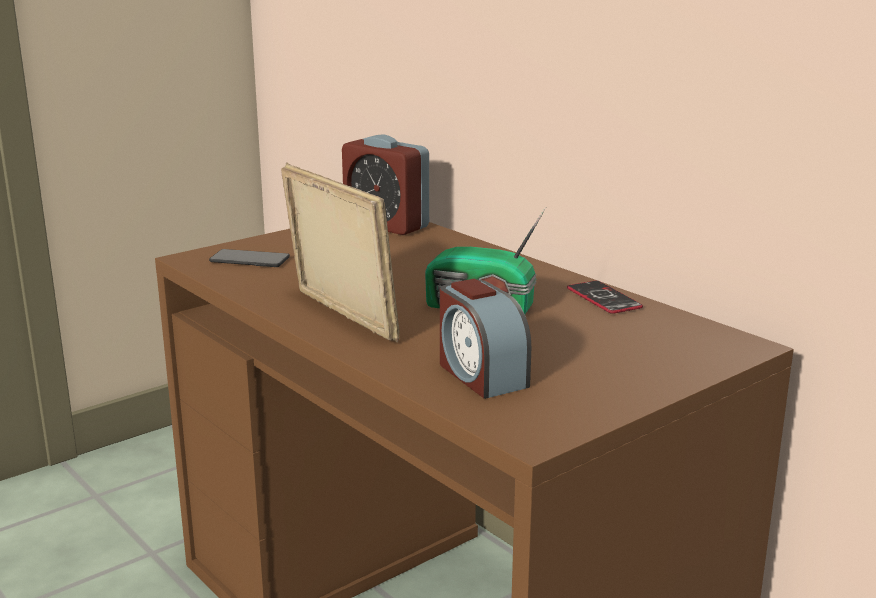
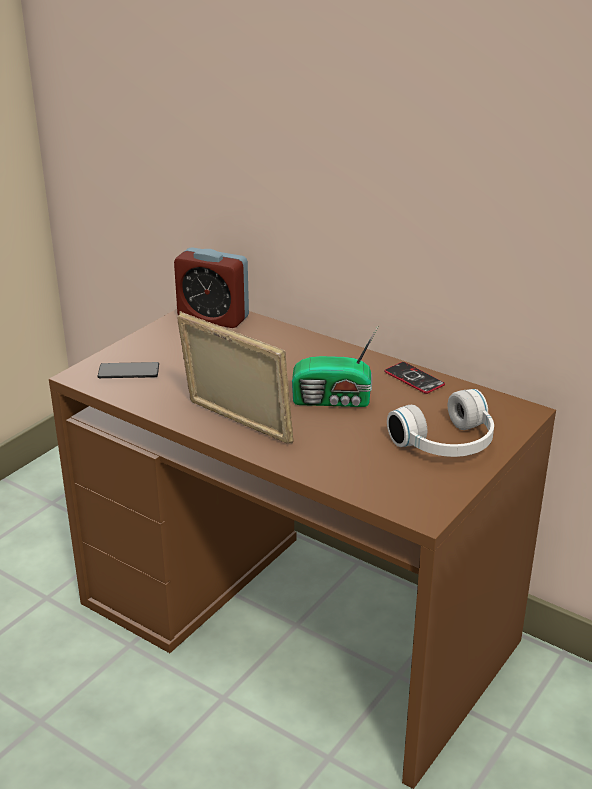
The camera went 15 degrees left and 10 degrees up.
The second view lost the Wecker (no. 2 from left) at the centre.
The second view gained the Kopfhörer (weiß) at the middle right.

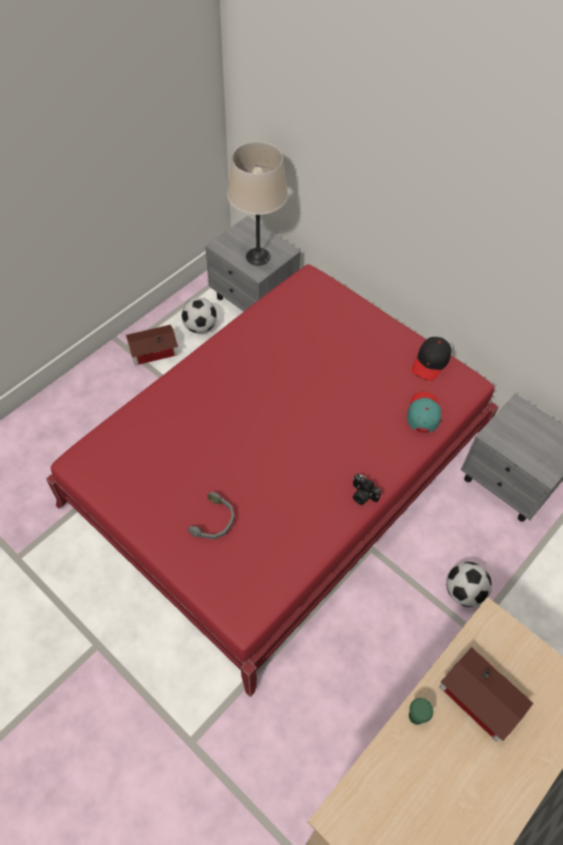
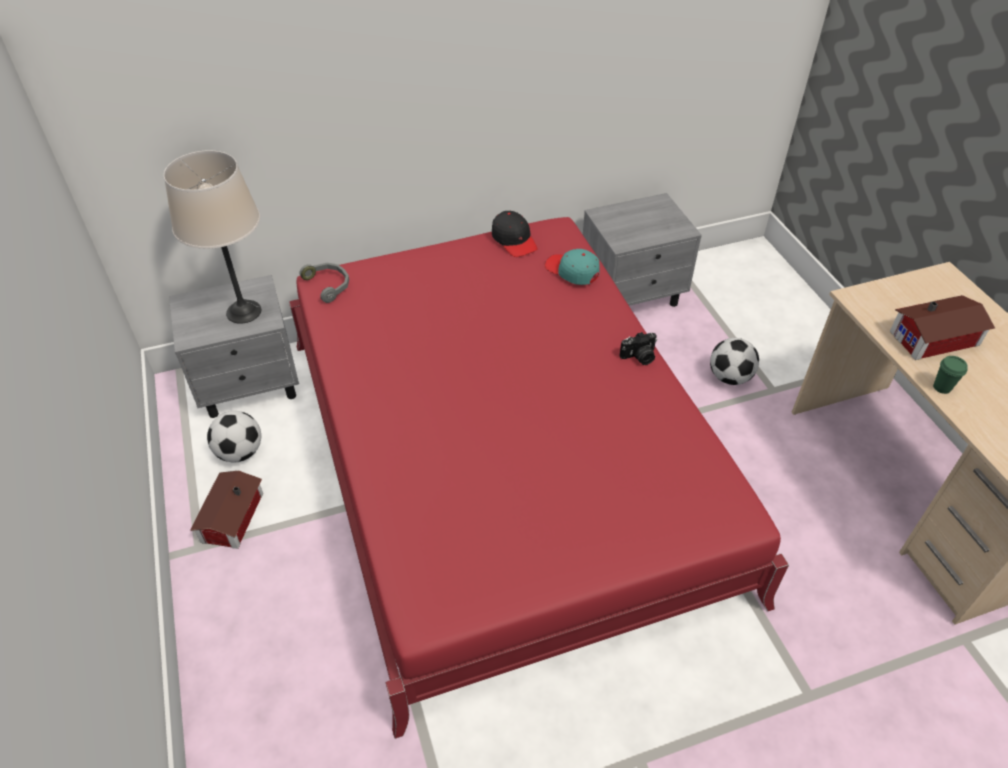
The camera went 60 degrees left and 10 degrees down.
The Kopfhörer (grau) ended up elsewhere, having gone from the centre to the middle left.

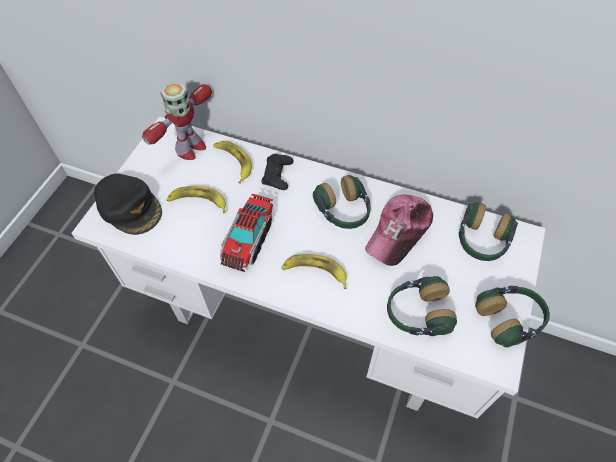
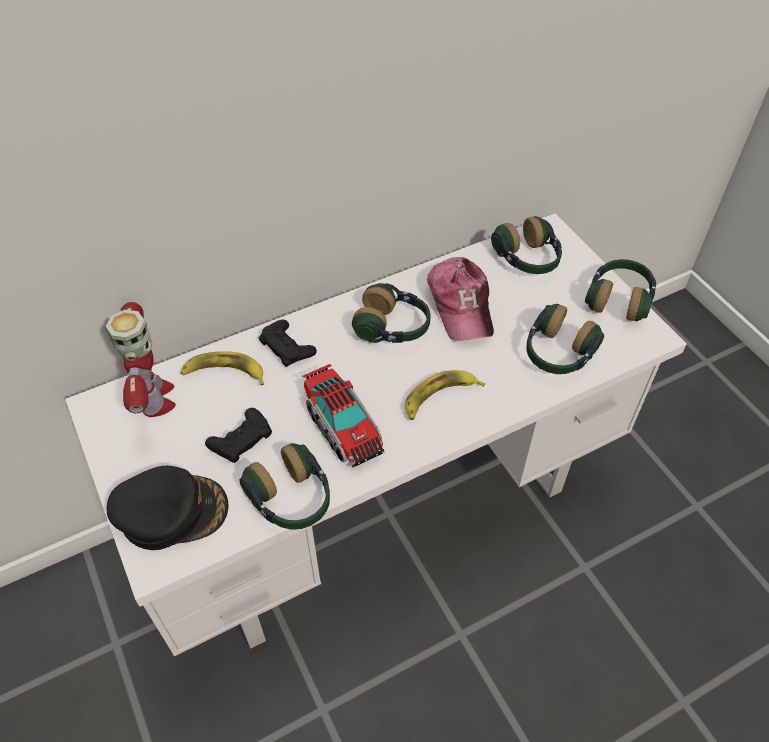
The camera went 50 degrees left and 5 degrees down.
Where the Banane (no. 1 from left) stood at the middle left, the Gamepad (schwarz) (no. 1 from left) came to stand at the middle left.
The second view gained the Kopfhörer (no. 1 from left) at the centre.

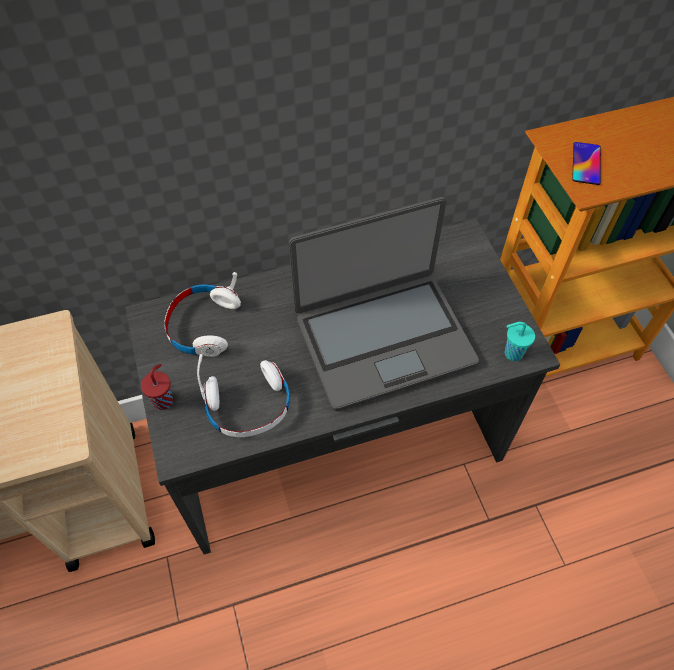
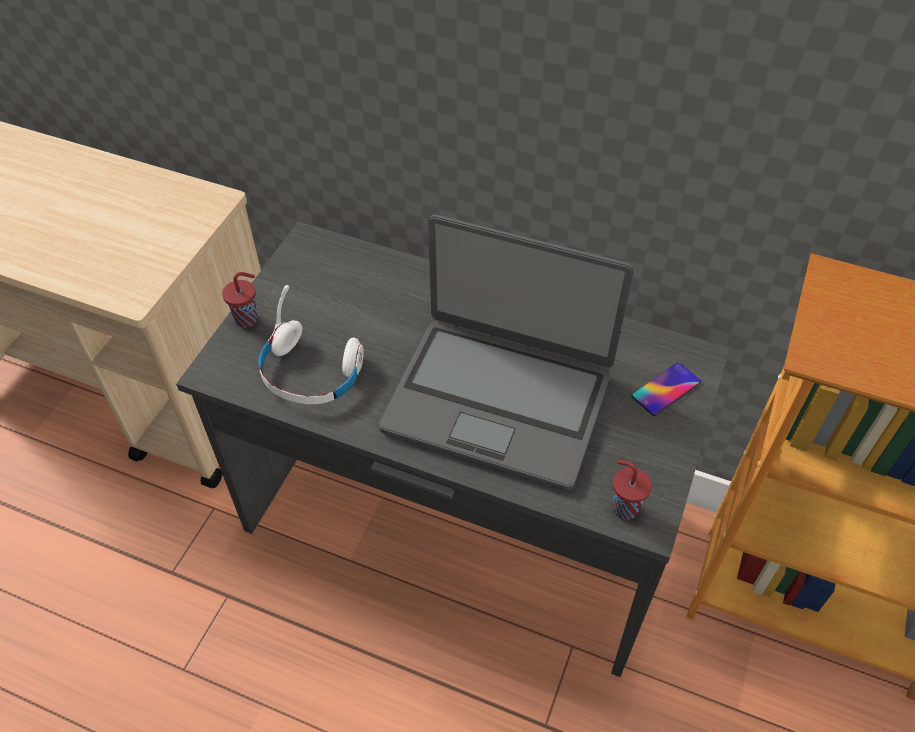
The camera went 40 degrees right and 5 degrees down.
The Handy ended up elsewhere, having gone from the top right to the middle right.
The second view lost the Kopfhörer (weiß) (no. 1 from left) at the middle left.
What was the Tasse (türkis) at the middle right turned into the Tasse (rot) (no. 2 from left) at the bottom right.

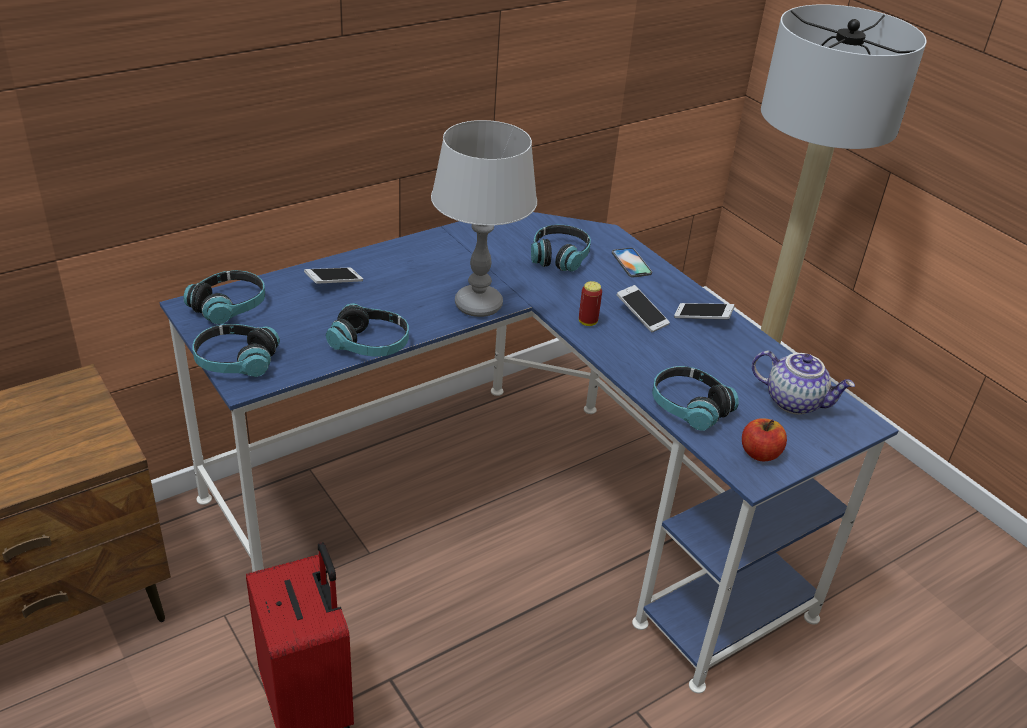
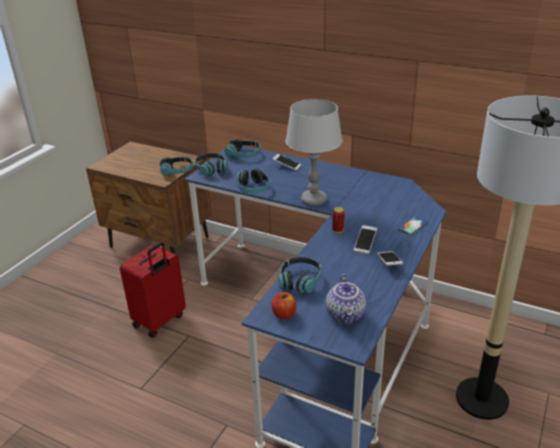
The camera went 65 degrees right and 5 degrees down.
The Kopfhörer (no. 4 from left in the first image) ended up elsewhere, having gone from the centre to the middle left.

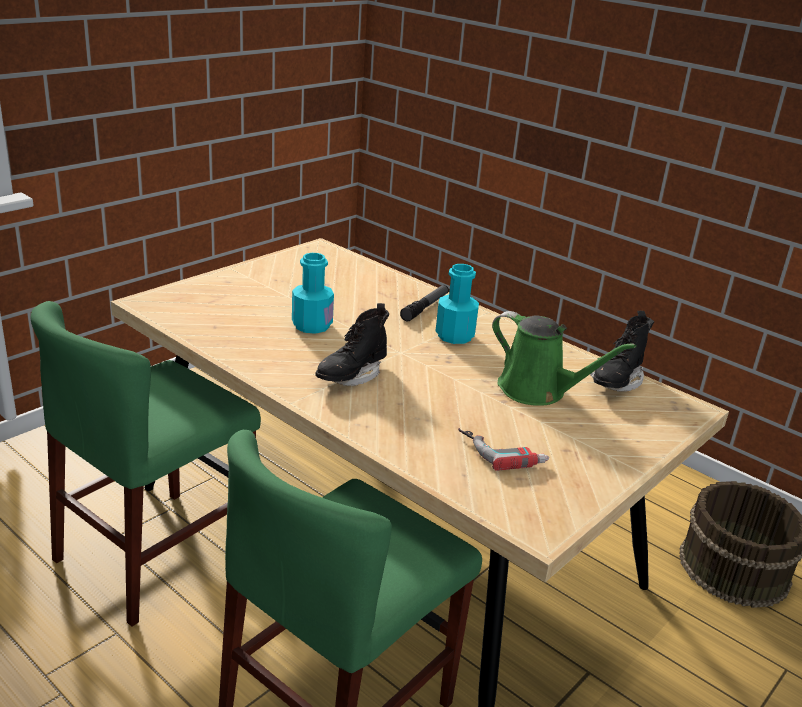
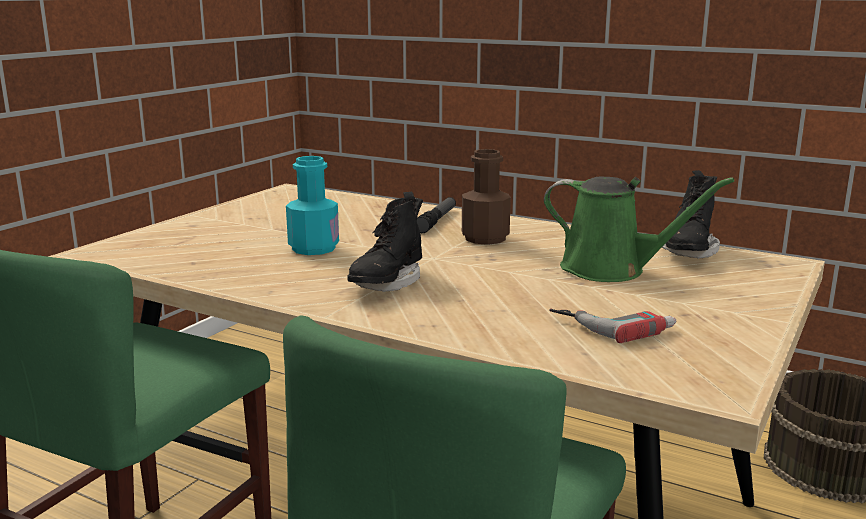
The camera went 10 degrees left and 10 degrees down.
What was the Flasche (türkis) (no. 2 from left) at the centre turned into the Flasche (braun) at the centre.

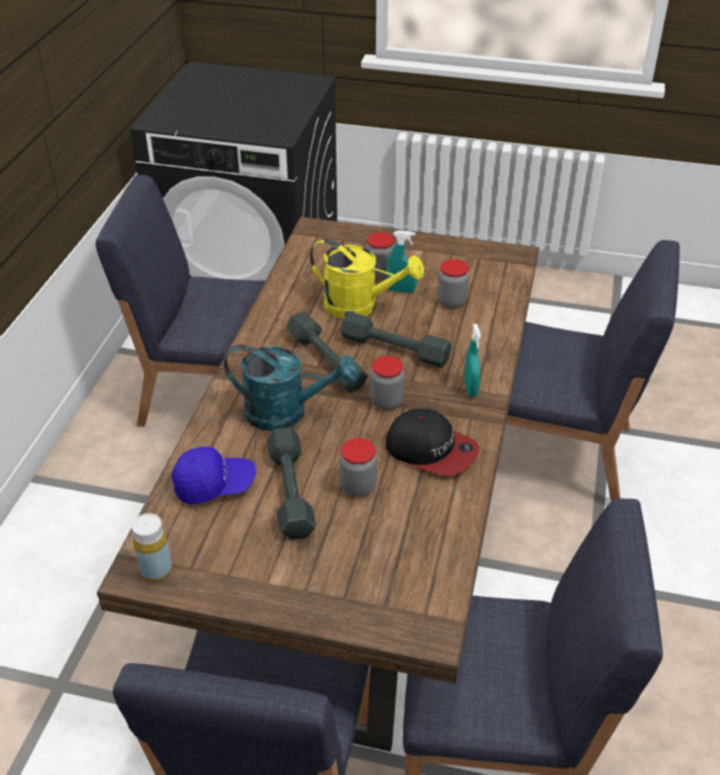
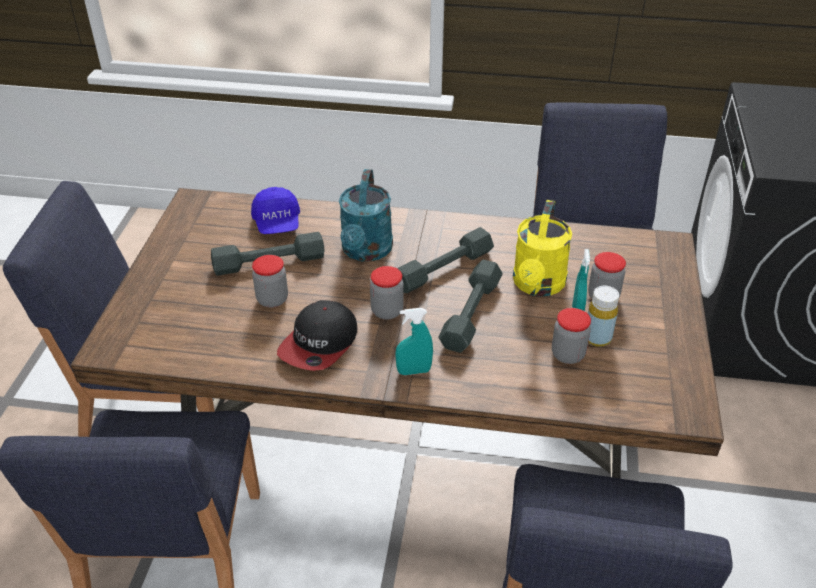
The camera went 85 degrees right and 0 degrees up.
The Flasche (gelb) ended up elsewhere, having gone from the bottom left to the middle right.

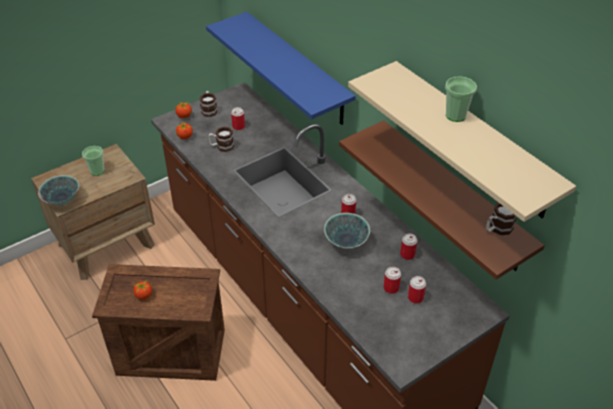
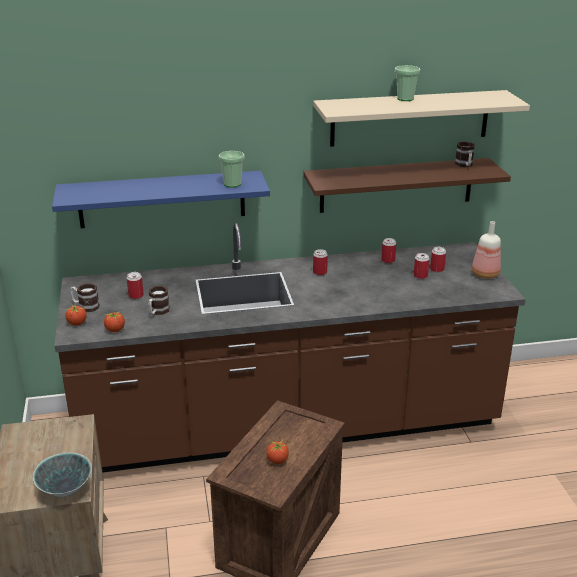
The camera went 65 degrees left and 15 degrees down.
The Tasse (no. 1 from left) ended up elsewhere, having gone from the middle left to the top centre.
The second view lost the Schüssel (no. 2 from left) at the centre.
The second view gained the Flasche at the middle right.

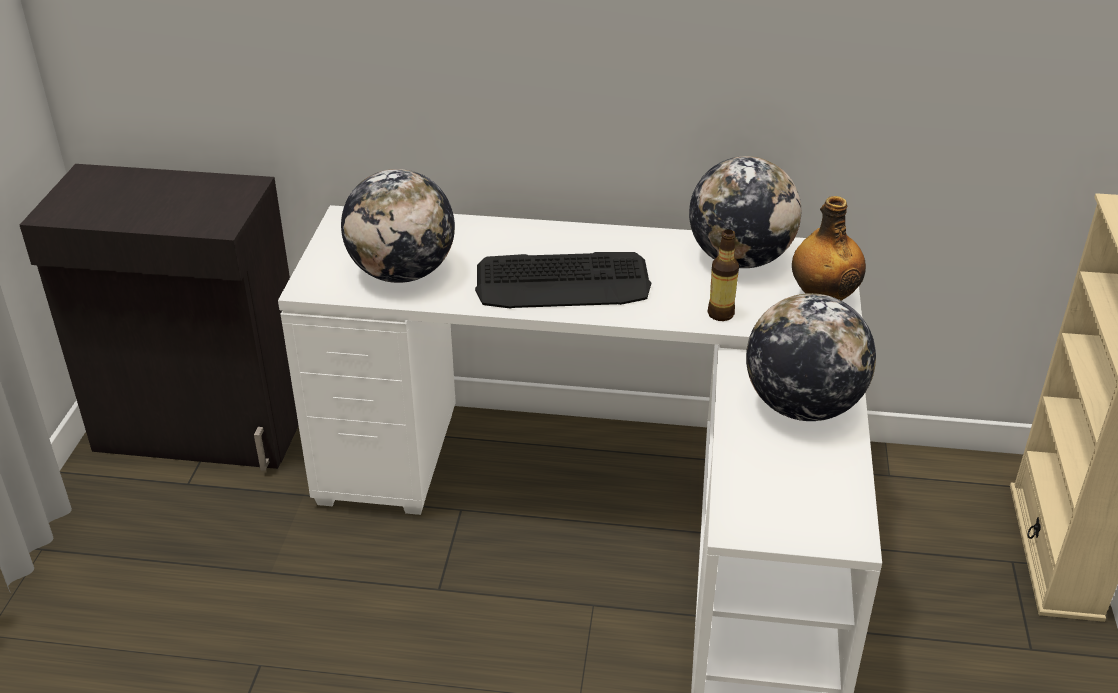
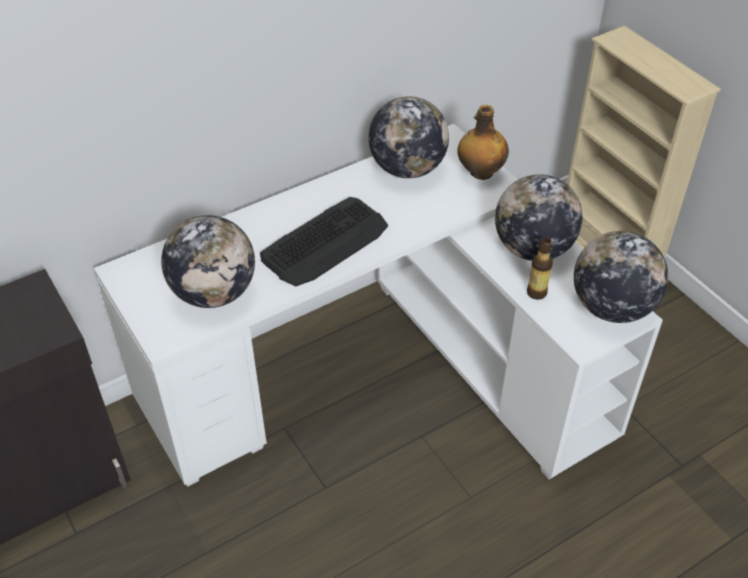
The camera went 40 degrees left and 10 degrees up.
The Flasche (no. 1 from left in the first image) ended up elsewhere, having gone from the centre to the middle right.
The second view gained the Globus (no. 4 from left) at the middle right.

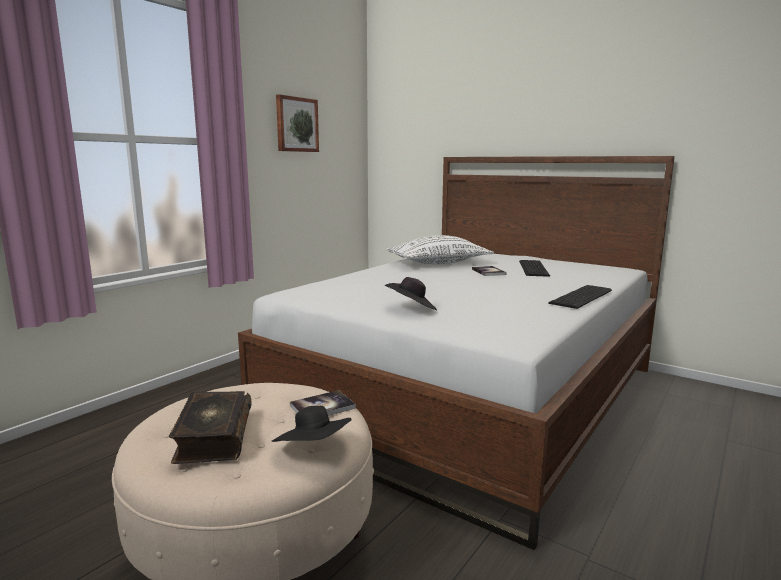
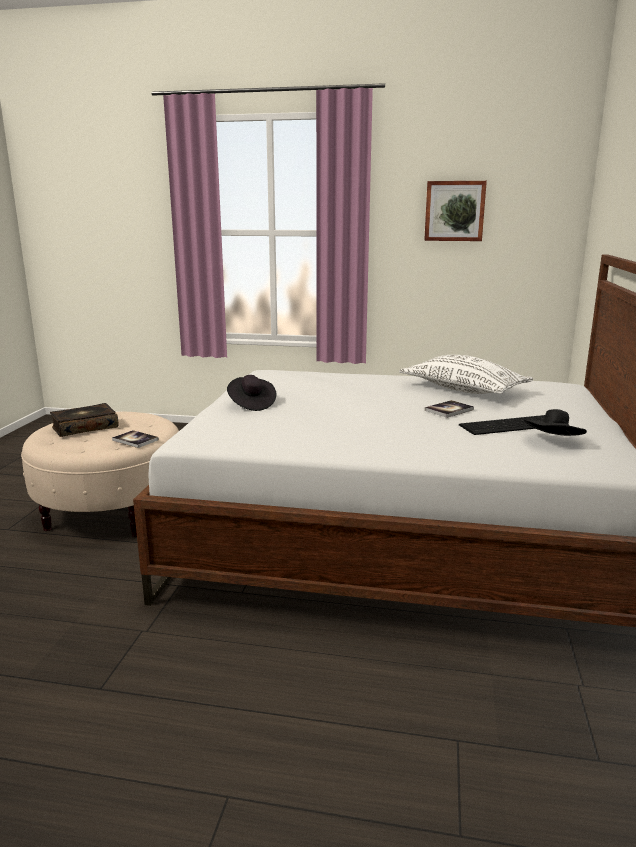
The camera went 65 degrees right and 5 degrees up.
The second view lost the Tastatur (no. 2 from left) at the middle right.
The Hut (schwarz) (no. 1 from left in the first image) ended up elsewhere, having gone from the bottom centre to the middle right.

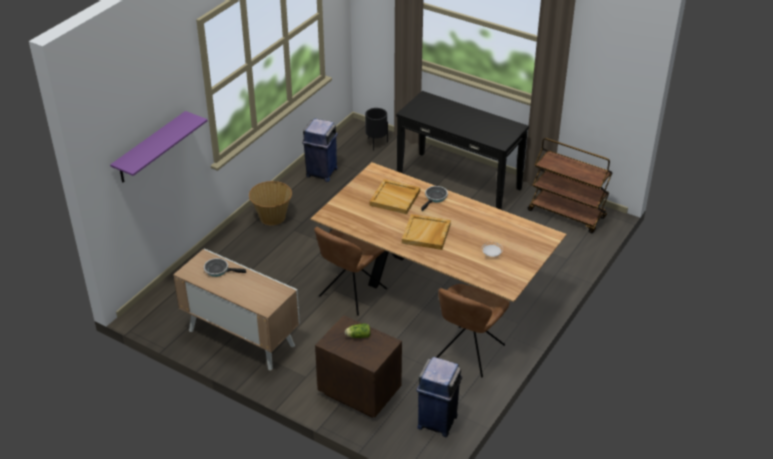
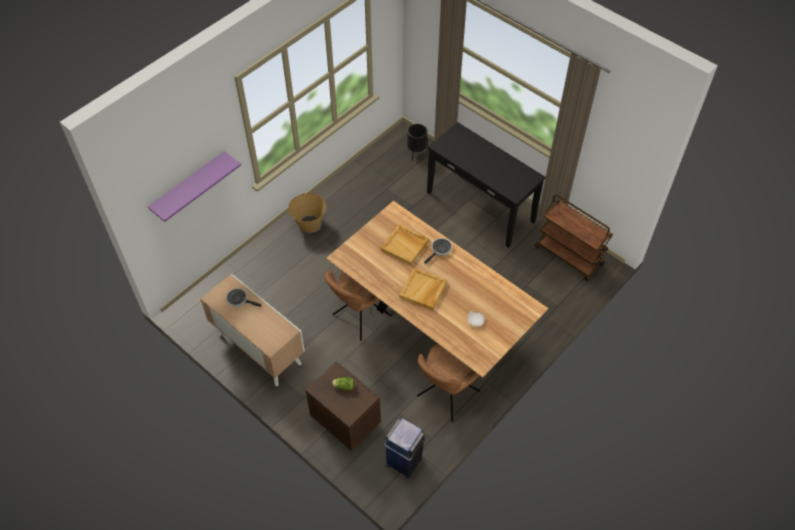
The camera went 10 degrees right and 15 degrees up.
The second view lost the Mülleimer (blau) (no. 1 from left) at the top centre.

